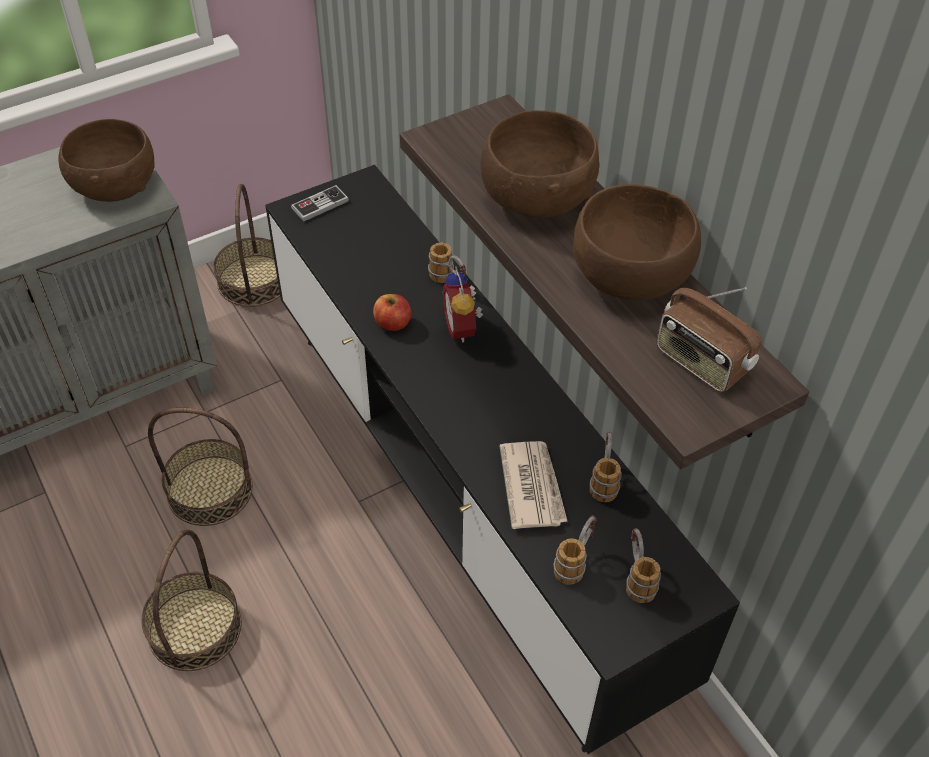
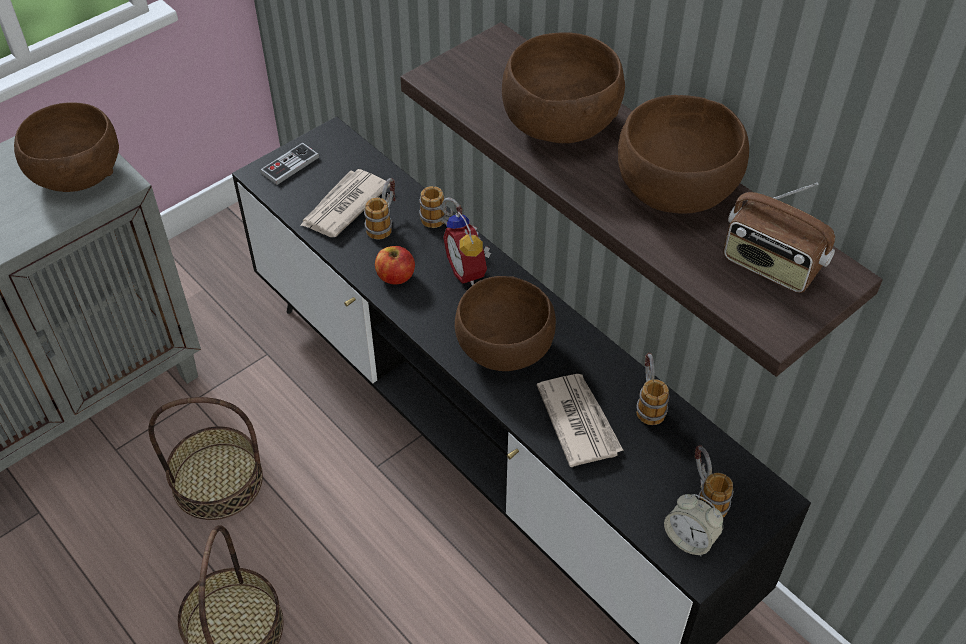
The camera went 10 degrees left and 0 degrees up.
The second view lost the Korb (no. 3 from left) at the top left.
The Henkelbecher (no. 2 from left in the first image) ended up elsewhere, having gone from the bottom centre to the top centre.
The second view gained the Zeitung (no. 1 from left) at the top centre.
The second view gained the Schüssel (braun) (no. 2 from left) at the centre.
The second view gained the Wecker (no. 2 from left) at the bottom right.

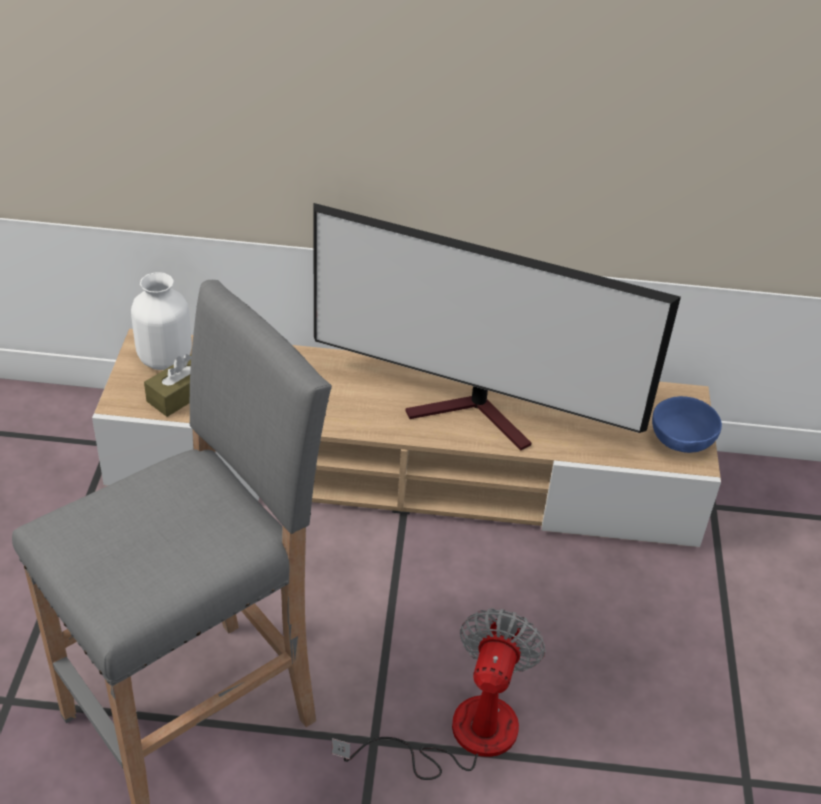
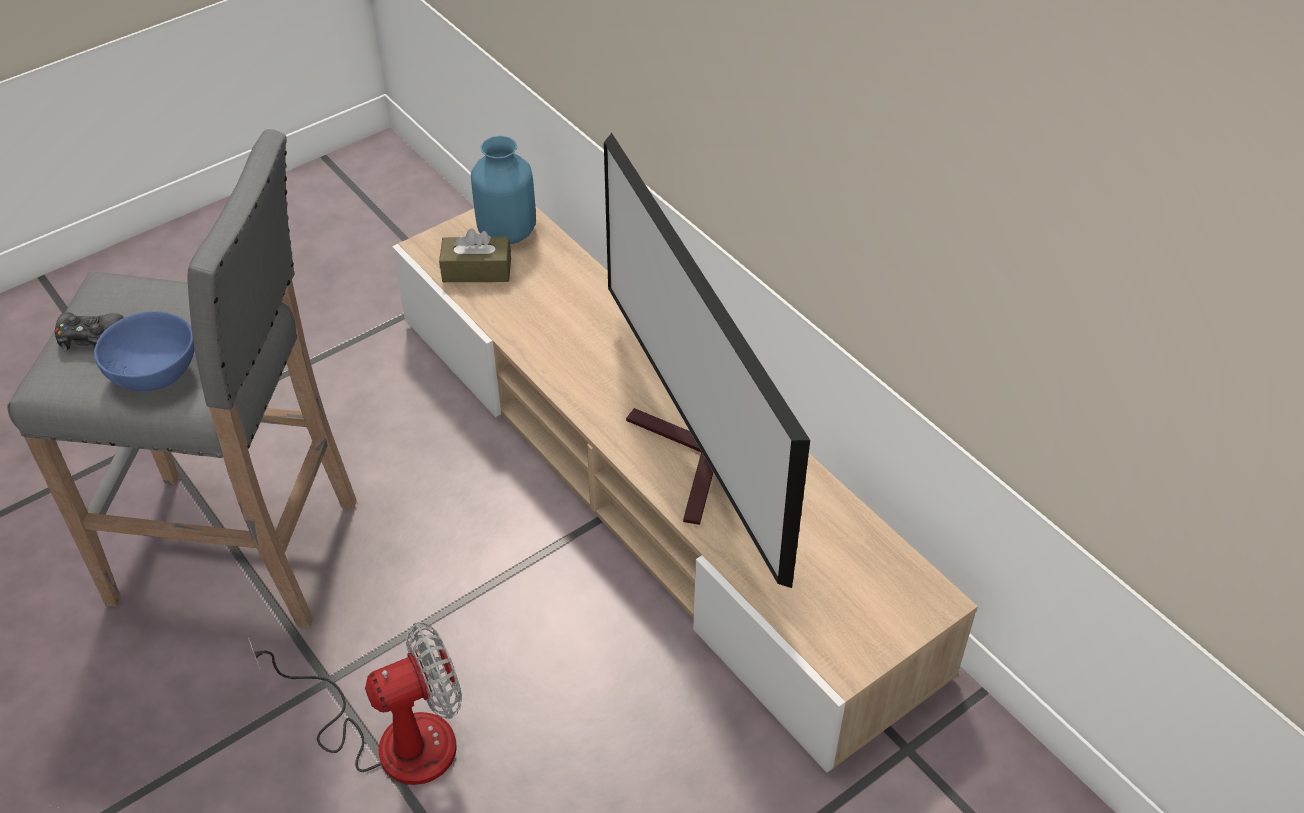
The camera went 50 degrees right and 5 degrees up.
What was the Vase (weiß) at the middle left turned into the Vase (blau) at the top centre.
The Schüssel (blau) ended up elsewhere, having gone from the middle right to the middle left.
The second view gained the Gamepad (schwarz) at the middle left.

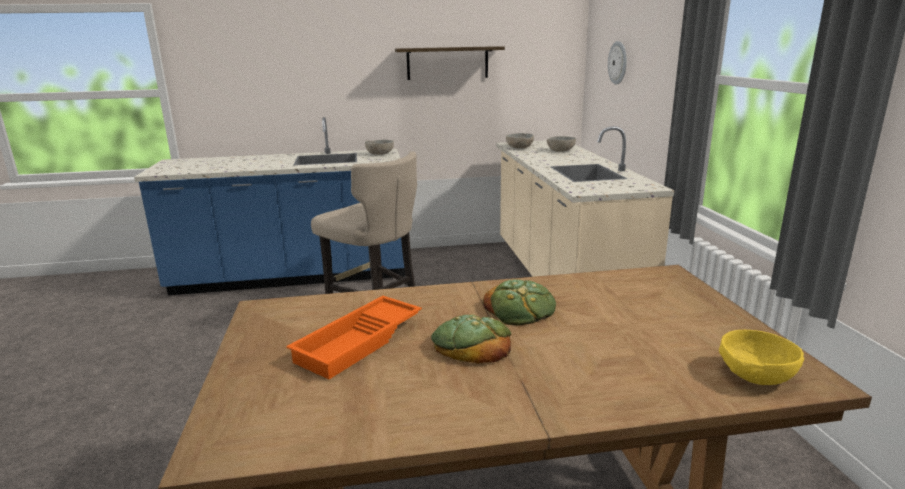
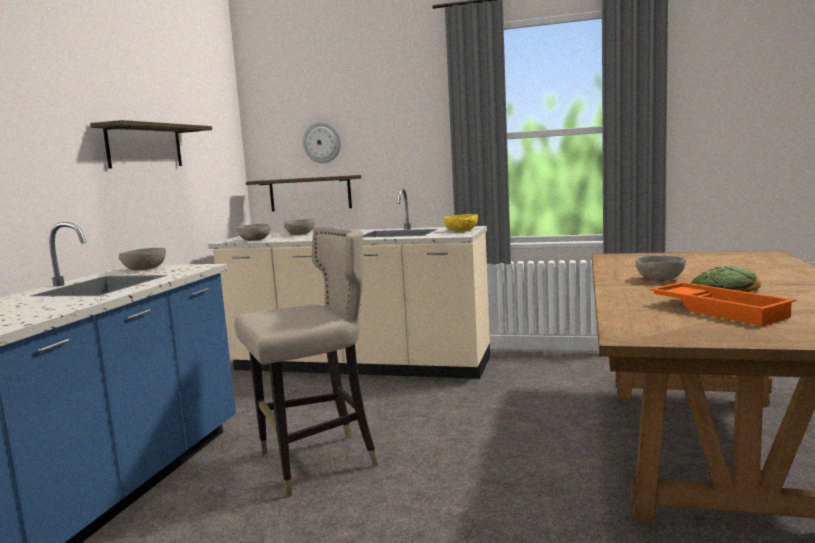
The camera went 65 degrees left and 10 degrees down.
Where the Brot (no. 2 from left) stood at the centre, the Schüssel (grau) (no. 4 from left) came to stand at the middle right.
The Schüssel (gelb) ended up elsewhere, having gone from the bottom right to the centre.
The second view gained the Wandregal (no. 2 from left) at the centre.

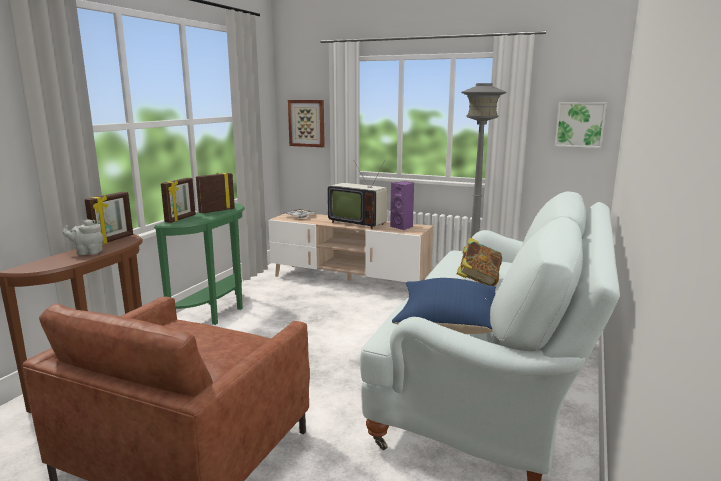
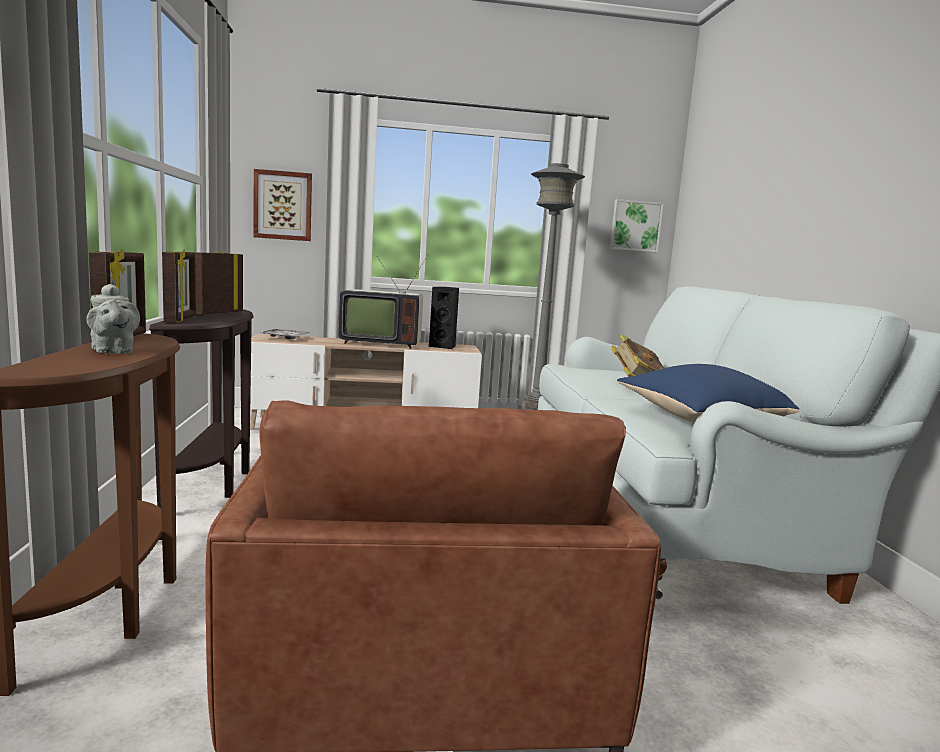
The camera went 30 degrees left and 5 degrees down.
What was the Lautsprecher (lila) at the centre turned into the Lautsprecher (schwarz) at the centre.
What was the Konsolentisch (grün) at the middle left turned into the Konsolentisch (braun) (no. 2 from left) at the middle left.
The Teekanne (grau) at the middle left ended up facing another way, 90 degrees counterclockwise from before.

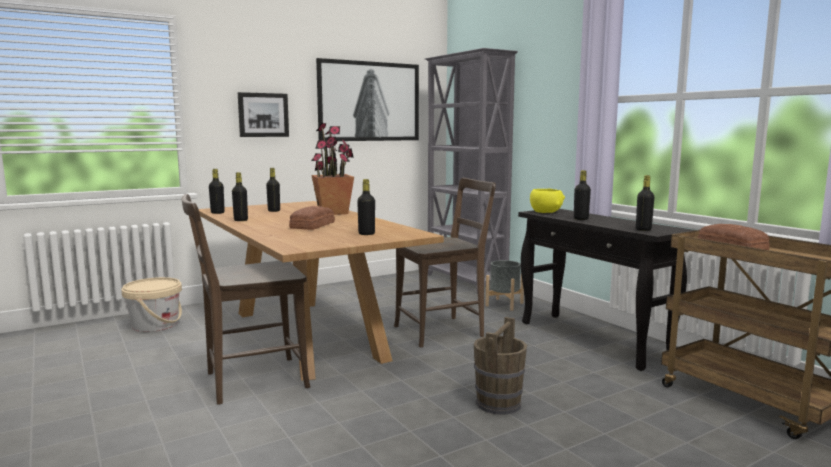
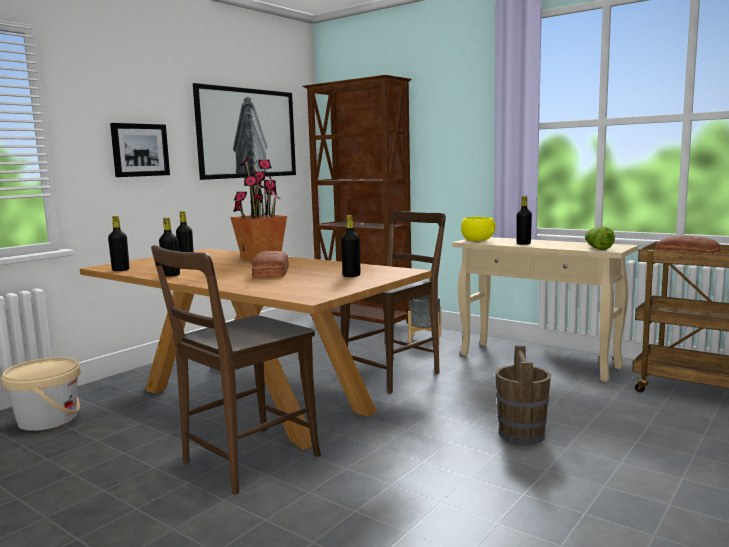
The camera went 20 degrees left and 0 degrees up.
What was the Bücherregal (grau) at the centre turned into the Bücherregal (braun) at the centre.
Where the Flasche (schwarz) (no. 6 from left) stood at the middle right, the Salatkopf came to stand at the middle right.
What was the Konsolentisch (schwarz) at the middle right turned into the Konsolentisch (beige) at the middle right.

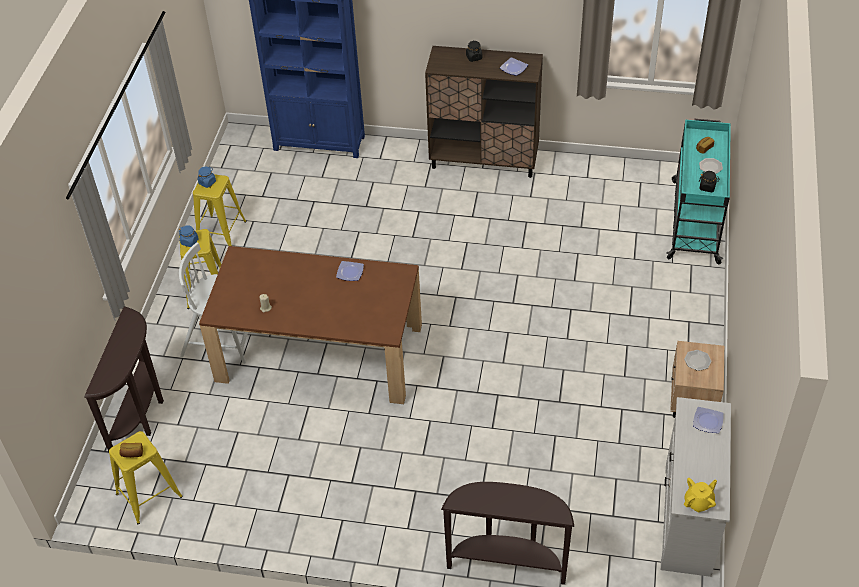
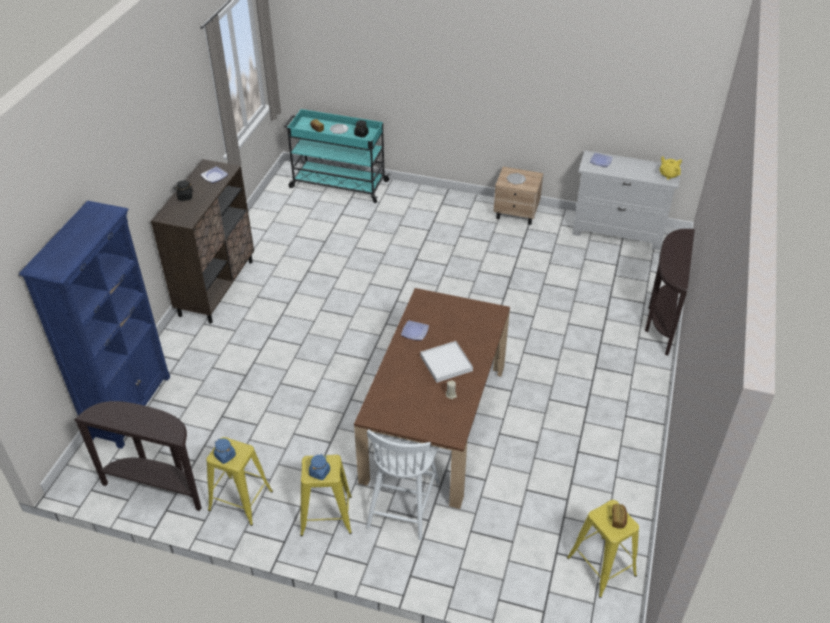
The camera went 85 degrees left and 5 degrees down.
The Konsolentisch (braun) (no. 1 from left) ended up elsewhere, having gone from the middle left to the bottom left.
The second view gained the Tablett (weiß) at the centre.

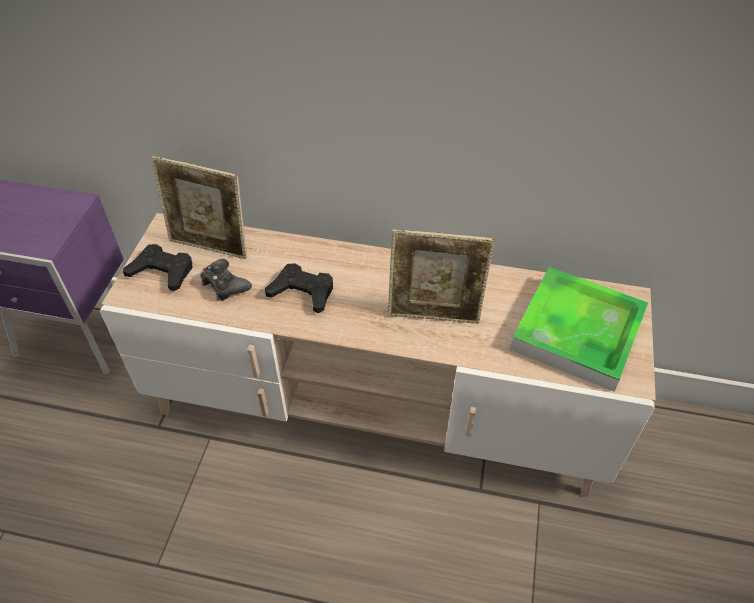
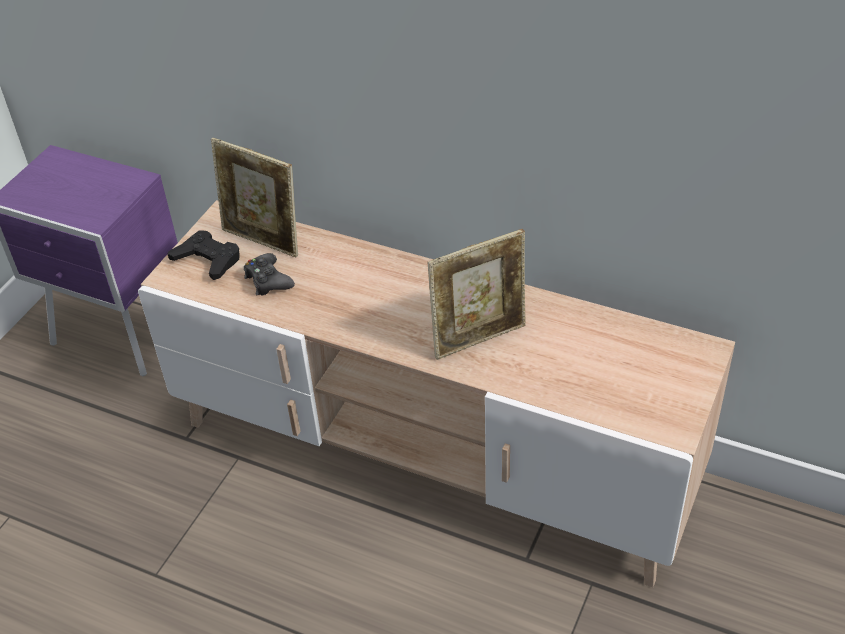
The camera went 15 degrees right and 5 degrees down.
The Bilderrahmen (no. 2 from left) at the centre ended up facing another way, 45 degrees counterclockwise from before.
The second view lost the Gamepad (schwarz) (no. 3 from left) at the centre.
The second view lost the Tablett at the middle right.

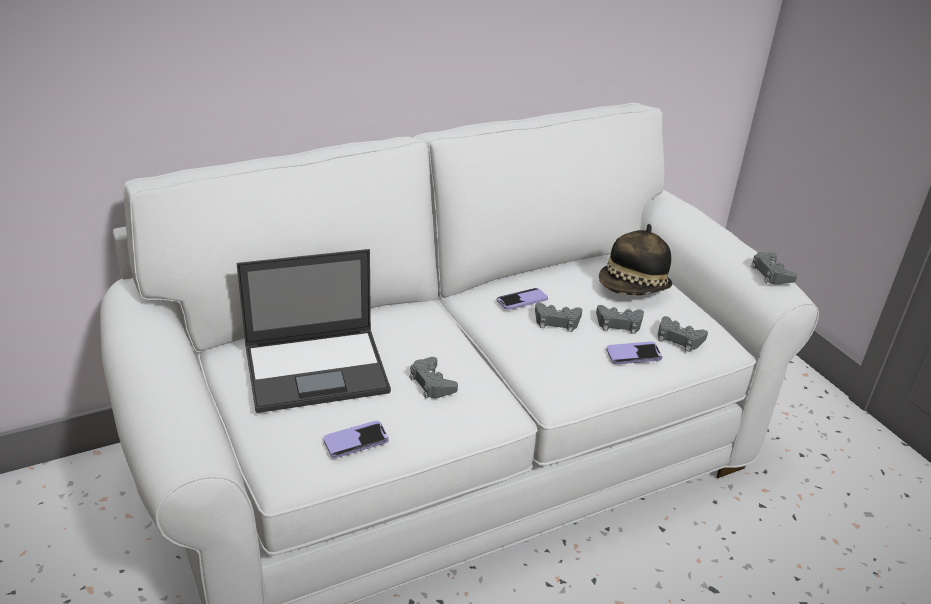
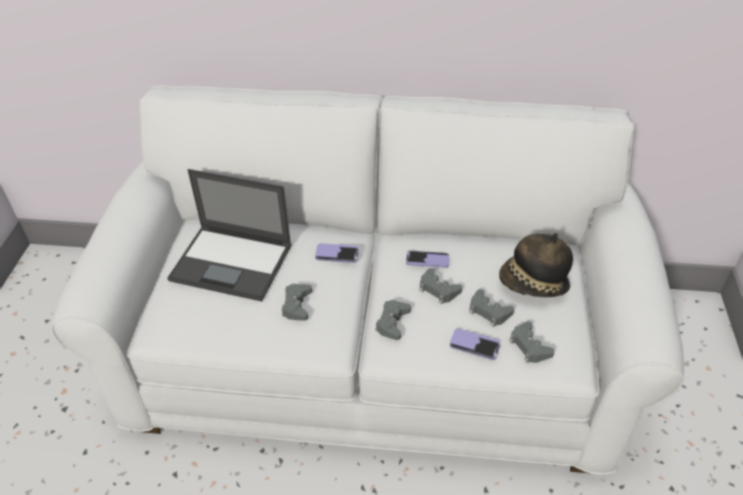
The camera went 35 degrees right and 10 degrees up.
The Gamepad (grau) (no. 5 from left in the first image) ended up elsewhere, having gone from the middle right to the centre.
The Handy (no. 1 from left) ended up elsewhere, having gone from the bottom centre to the centre.

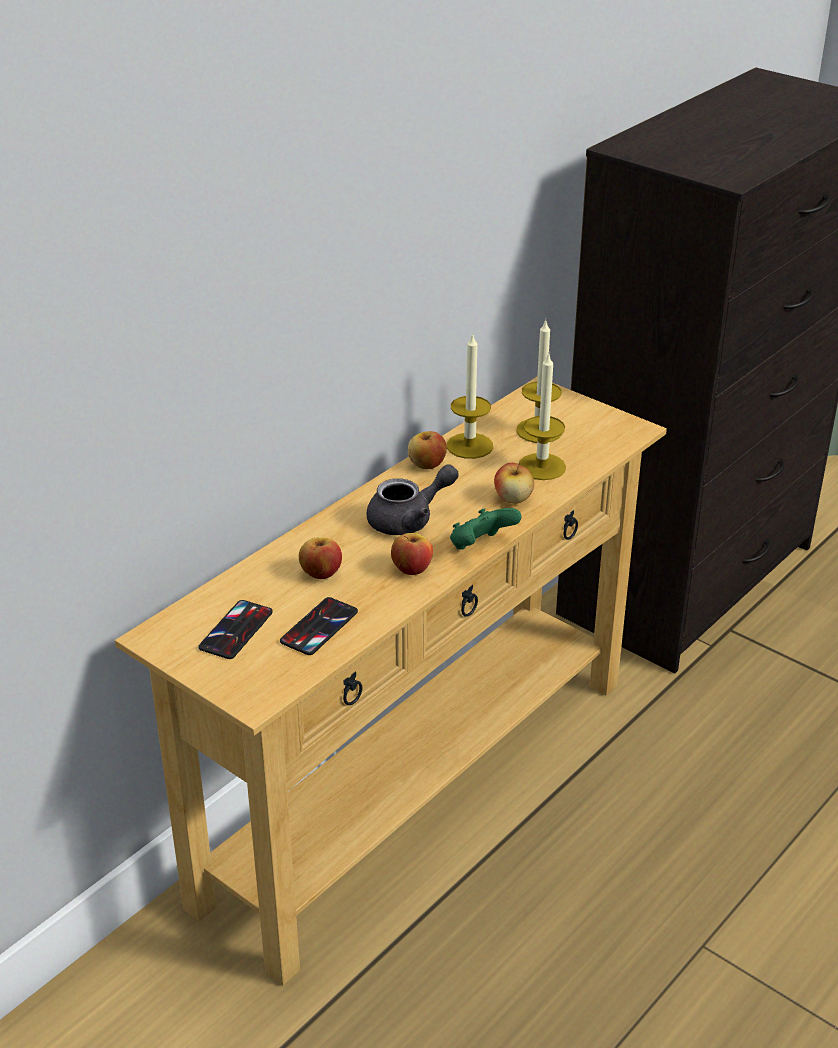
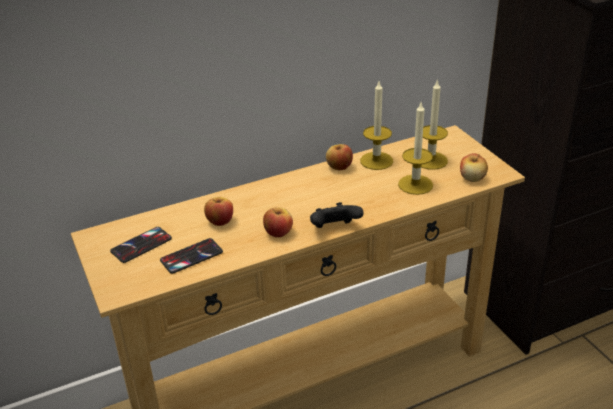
The camera went 25 degrees right and 0 degrees up.
The Apfel (no. 4 from left) ended up elsewhere, having gone from the centre to the middle right.
The second view lost the Teekanne (grau) at the centre.
What was the Gamepad (grün) at the centre turned into the Gamepad (schwarz) at the centre.

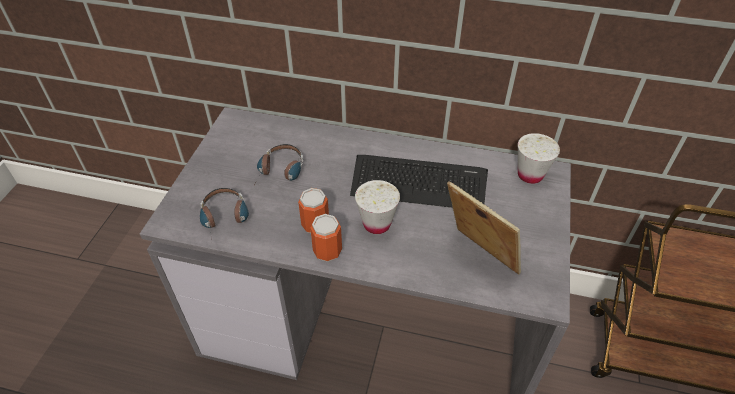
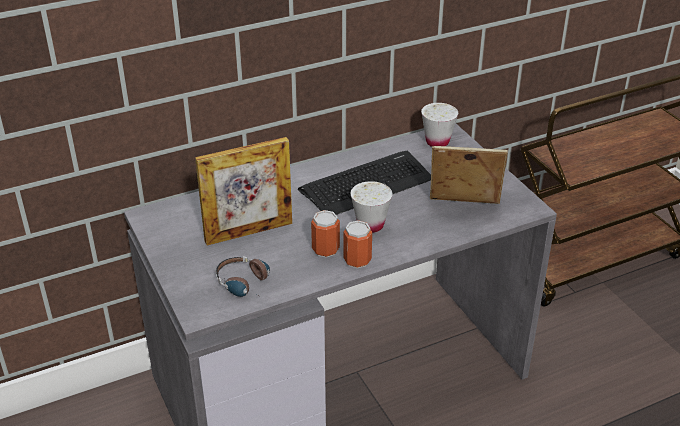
The camera went 40 degrees left and 10 degrees down.
Where the Kopfhörer (no. 2 from left) stood at the centre, the Bilderrahmen (no. 1 from left) came to stand at the centre.

